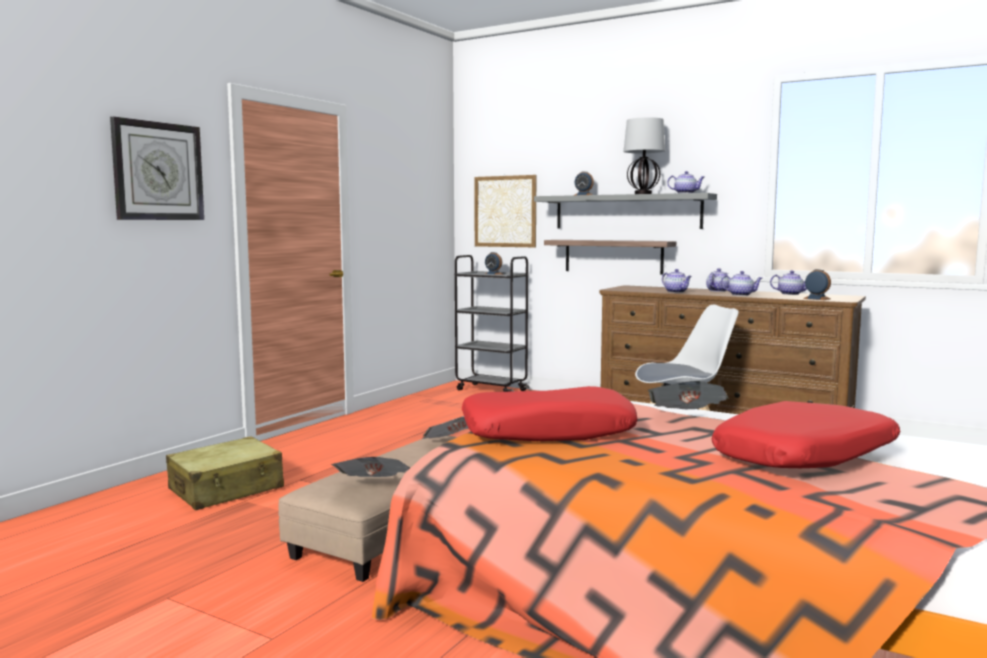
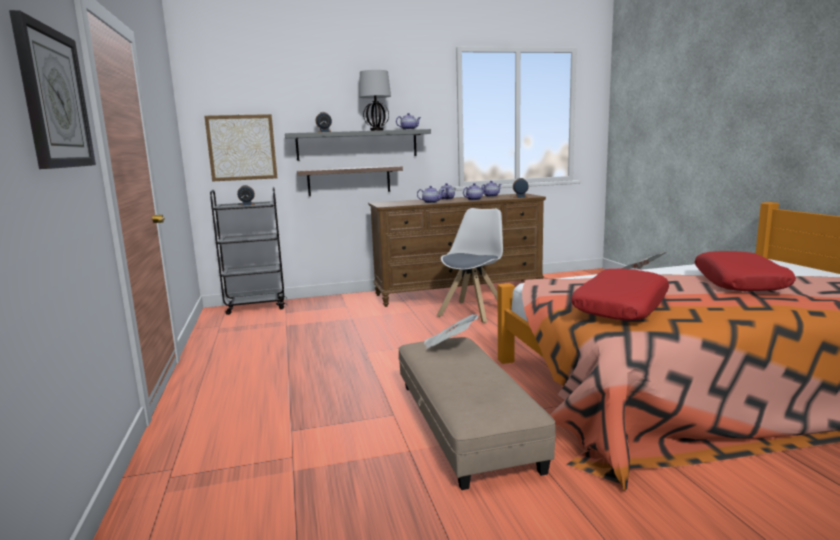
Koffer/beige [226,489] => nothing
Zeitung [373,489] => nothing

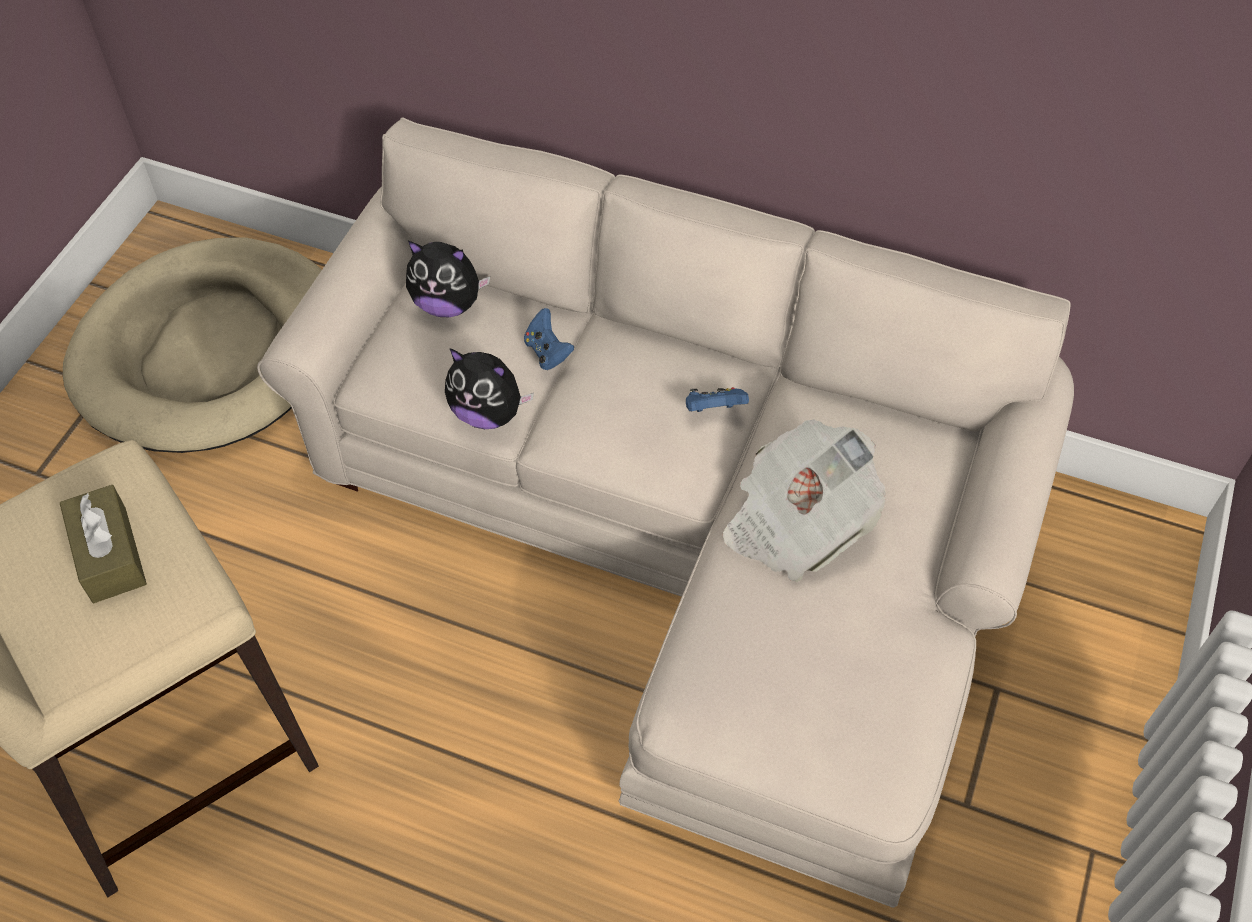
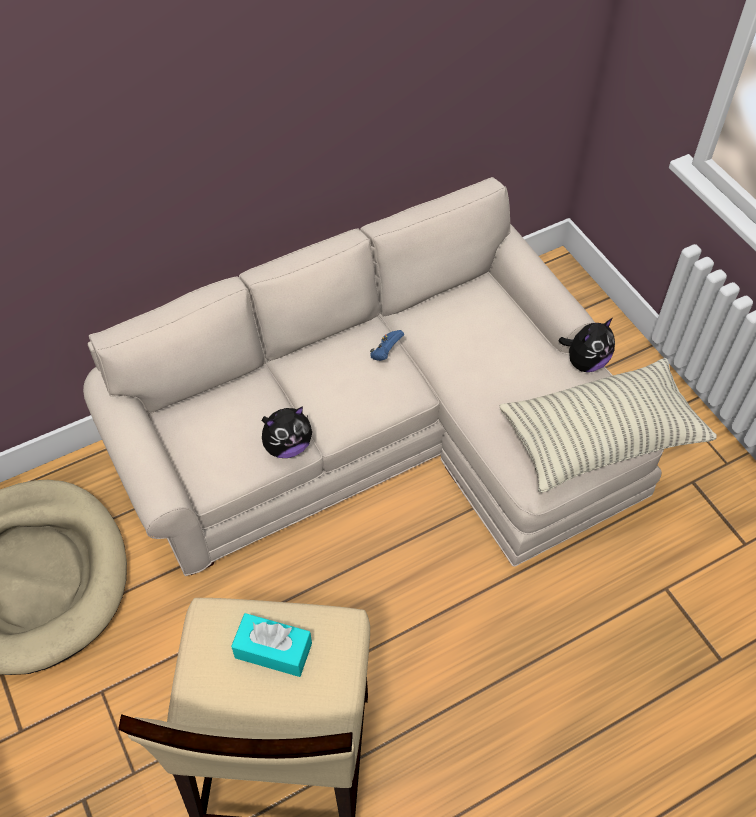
Gamepad/blau [547,352] => nothing
Zeitung [796,522] => nothing
nothing => Kissen [601,438]
Plüschtier [448,304] => Plüschtier [585,362], relocated
Taschentuchbox/braun [109,554] => Taschentuchbox/türkis [273,650]

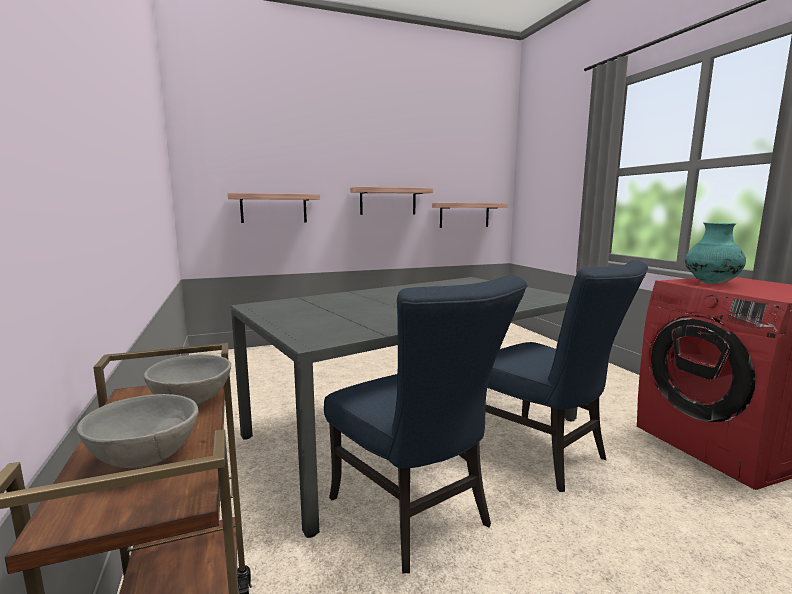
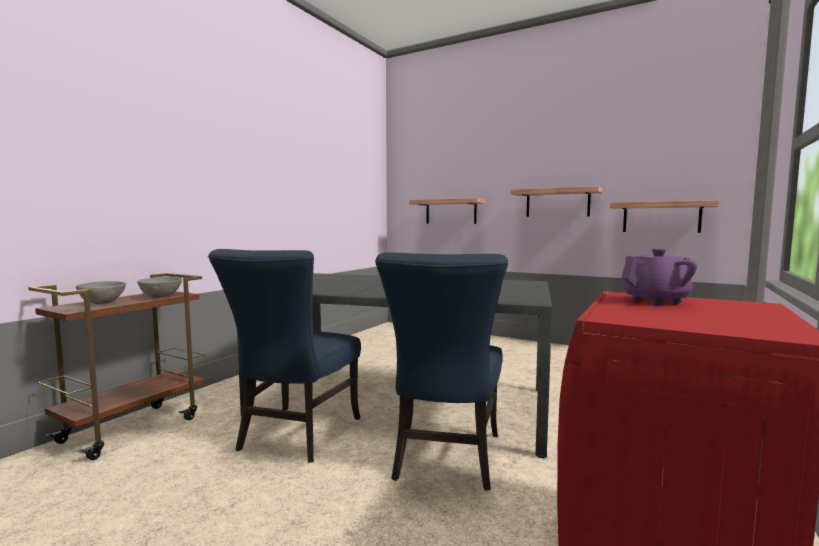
Vase/türkis [711,283] => Teekanne/lila [656,301]

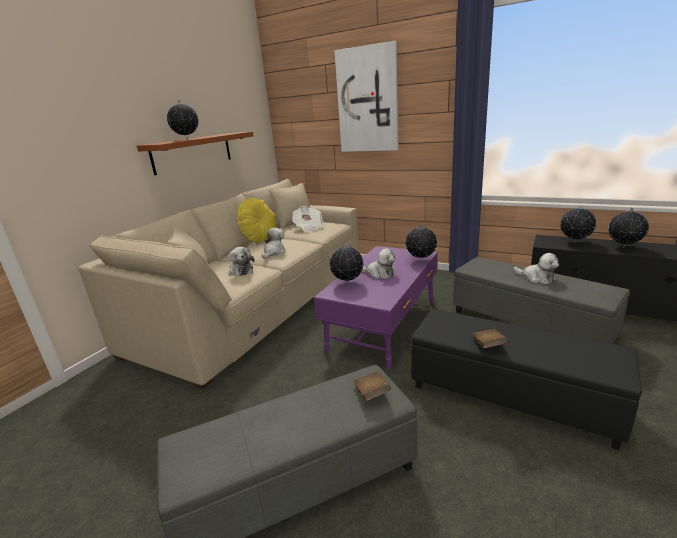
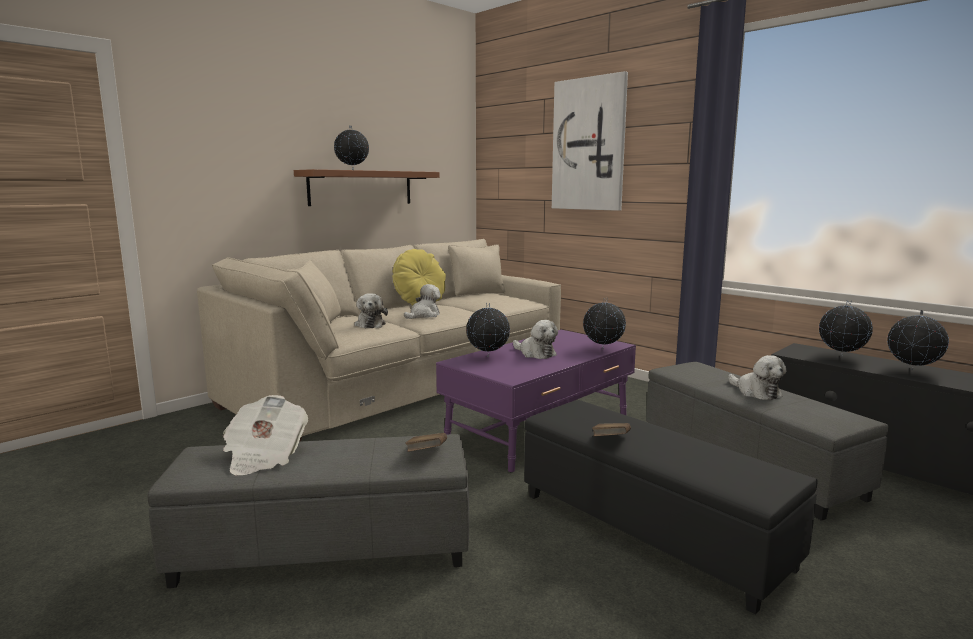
Zeitung [308,227] => Zeitung [264,456], relocated

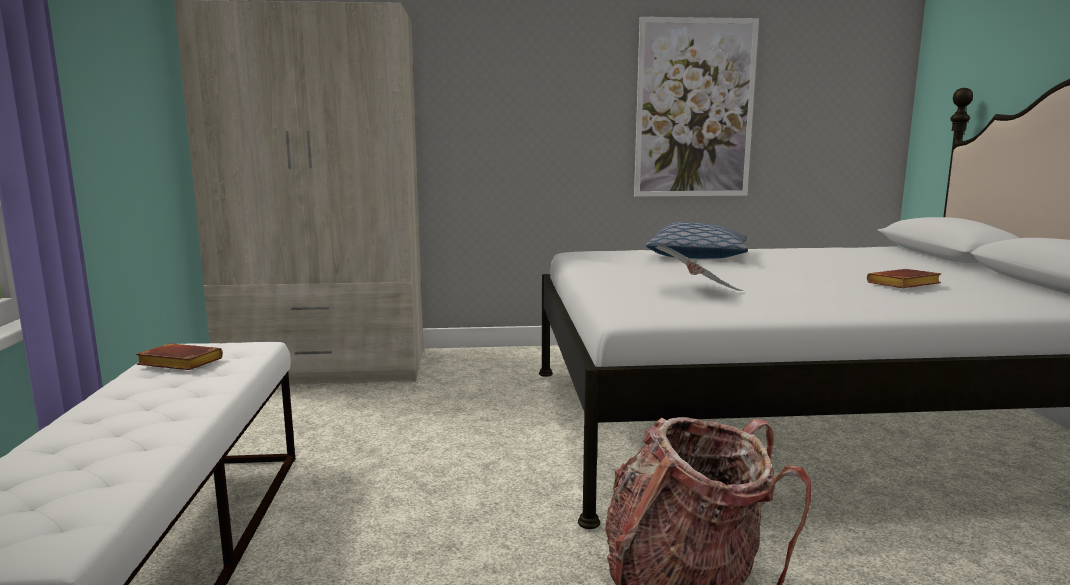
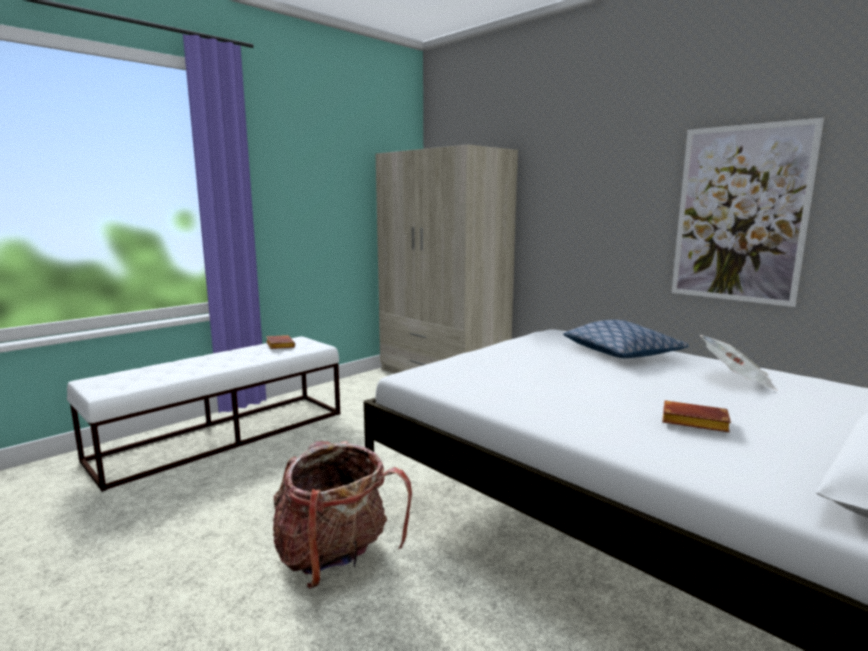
Zeitung [697,291] => Zeitung [736,380], relocated

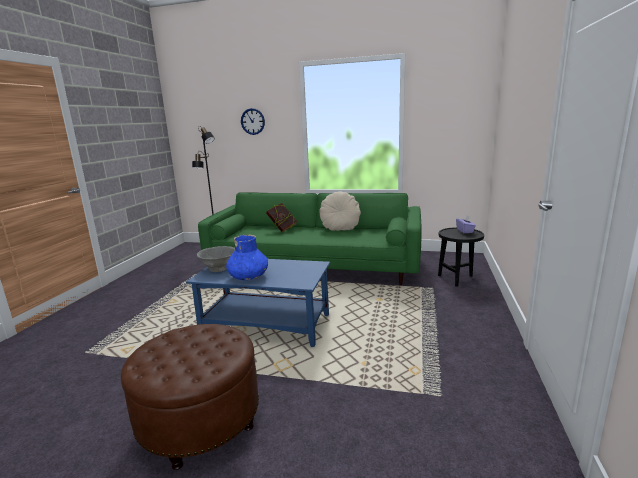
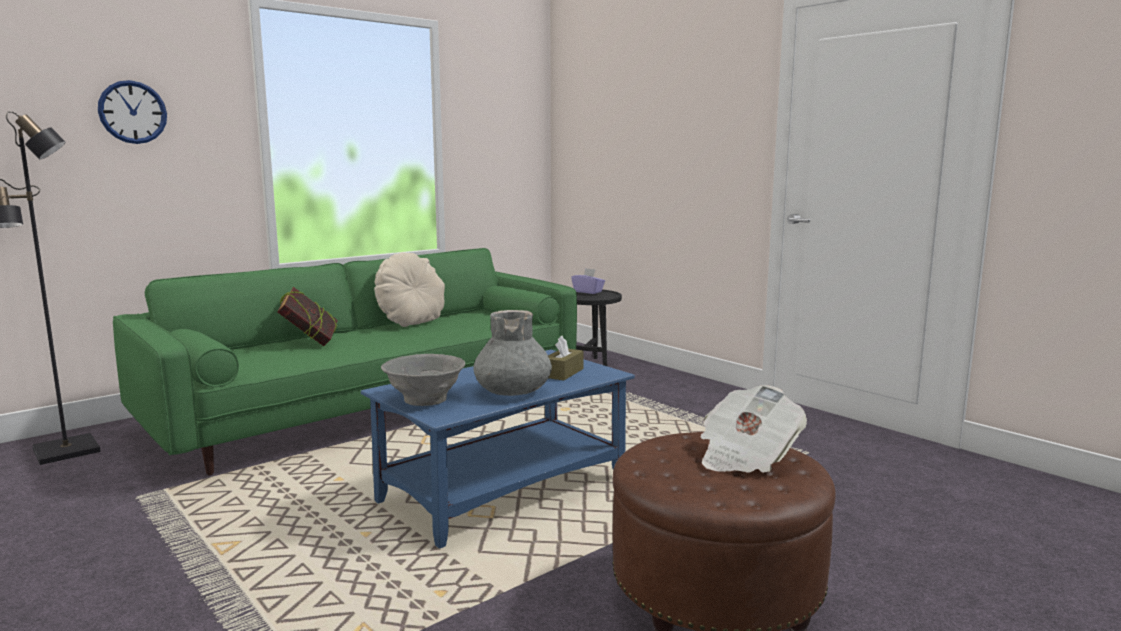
nothing => Taschentuchbox/braun [563,373]
nothing => Zeitung [746,457]
Vase/blau [248,277] => Vase/grau [513,391]

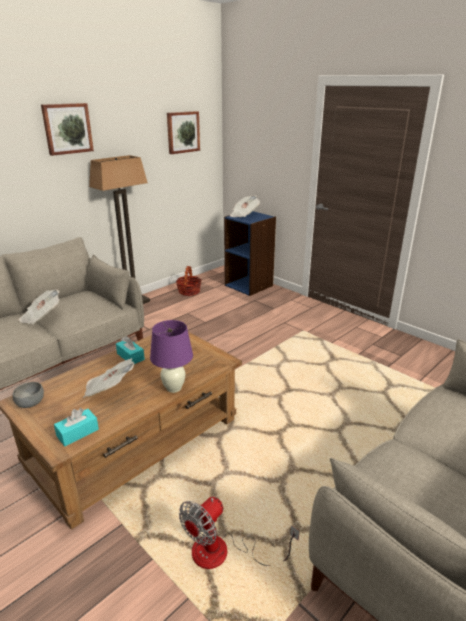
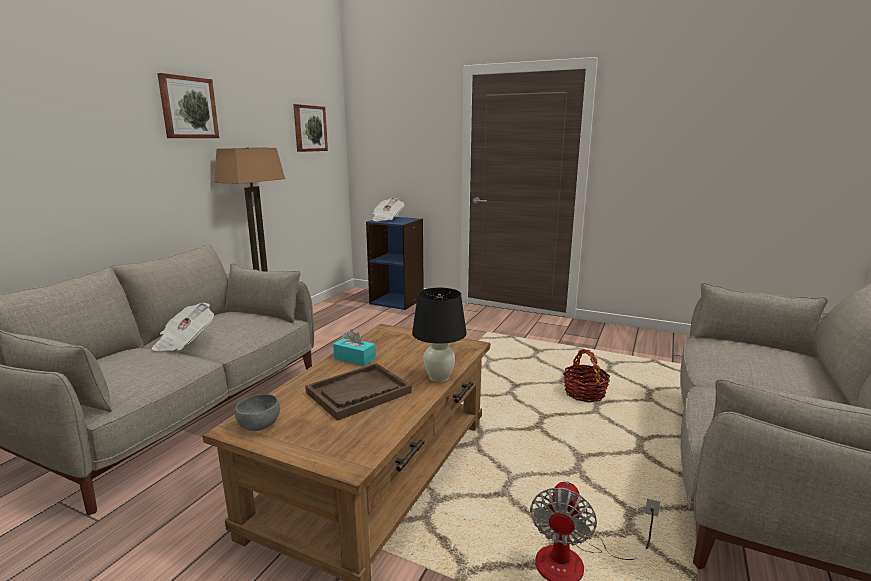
Taschentuchbox/türkis [77,433] => nothing
Korb [189,291] => Korb [584,393], relocated
Zeitung [109,389] => Tablett/braun [358,393]
Tischlampe/lila [173,388] => Tischlampe/schwarz [438,377]

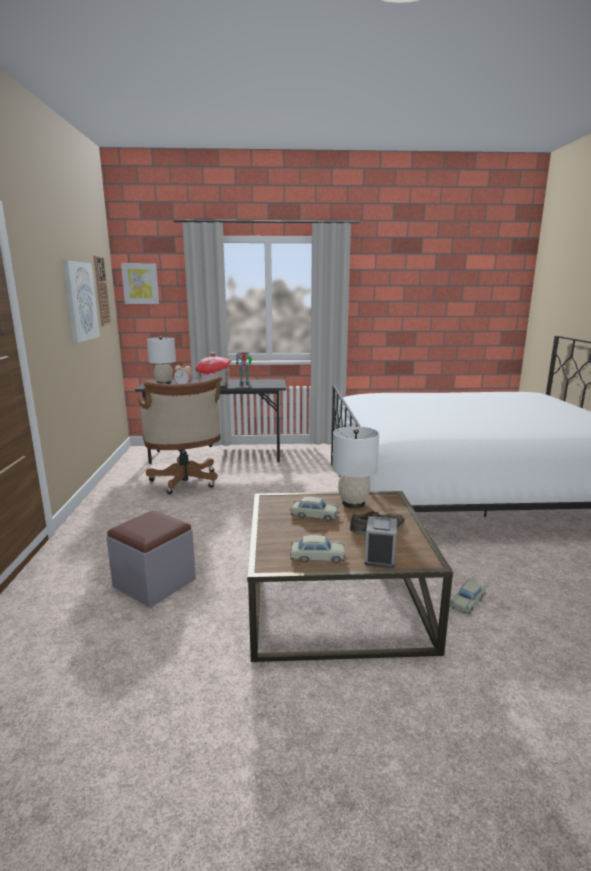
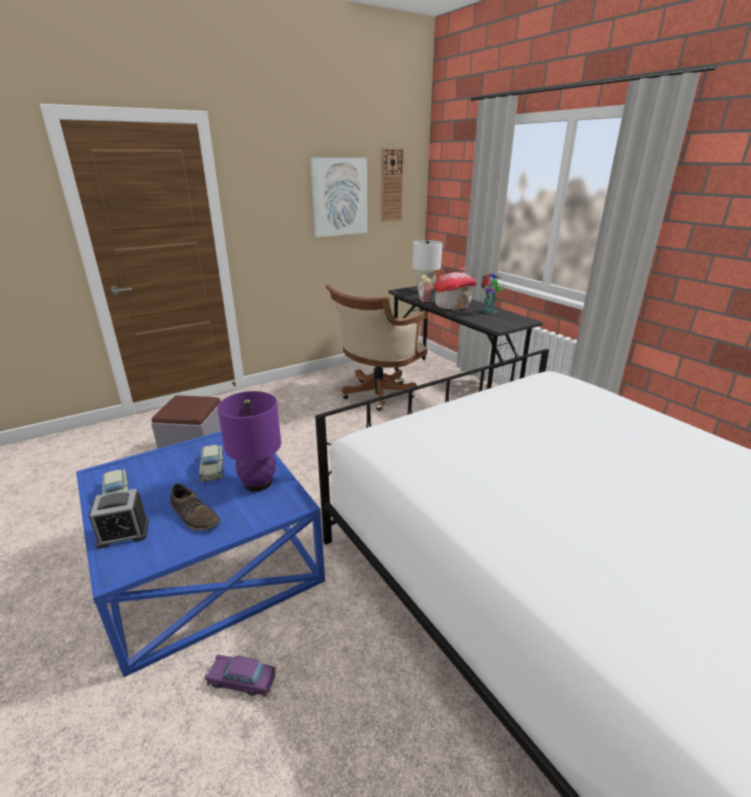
Bild [140,283] => nothing
Couchtisch/braun [335,600] => Couchtisch/blau [206,558]
Tischlampe/weiß [353,503] => Tischlampe/lila [258,483]
Spielzeugauto/beige [467,602] => Spielzeugauto/lila [242,680]

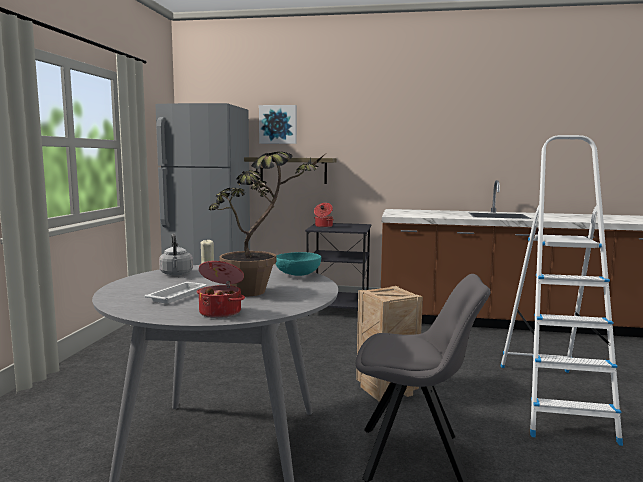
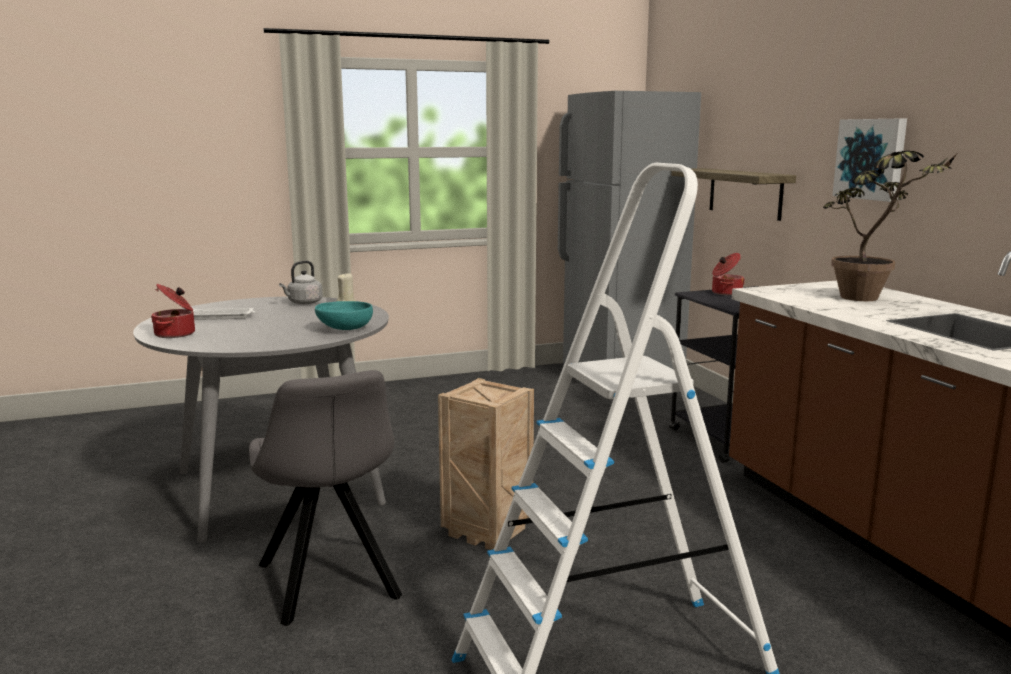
Topfpflanze [261,291] => Topfpflanze [871,300], relocated
Bild [278,124] => Bild [871,159], relocated

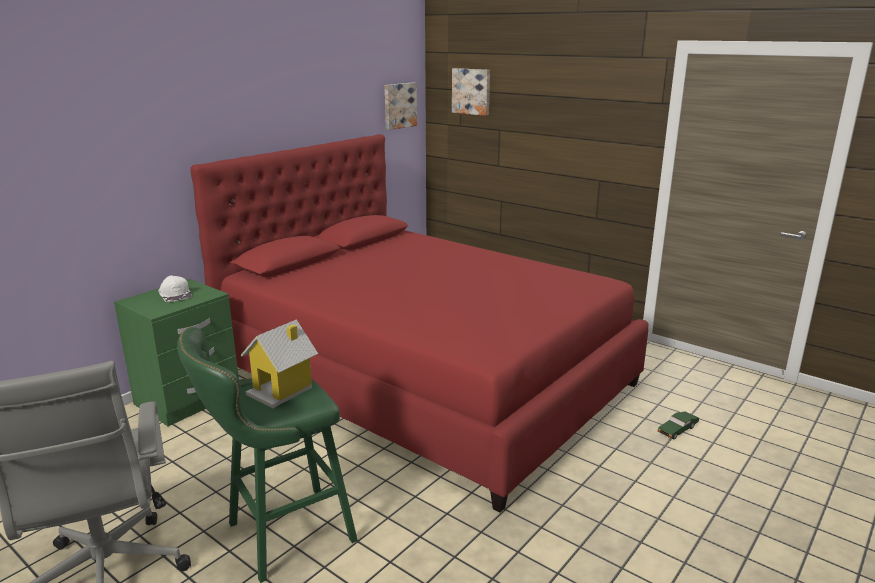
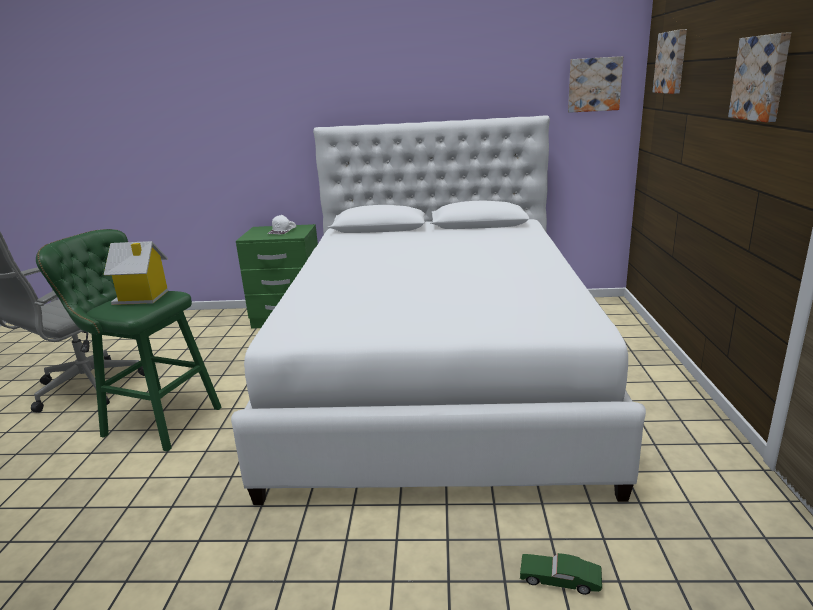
nothing => Bild [762,78]
Bett/rot [423,376] => Bett/weiß [437,373]

